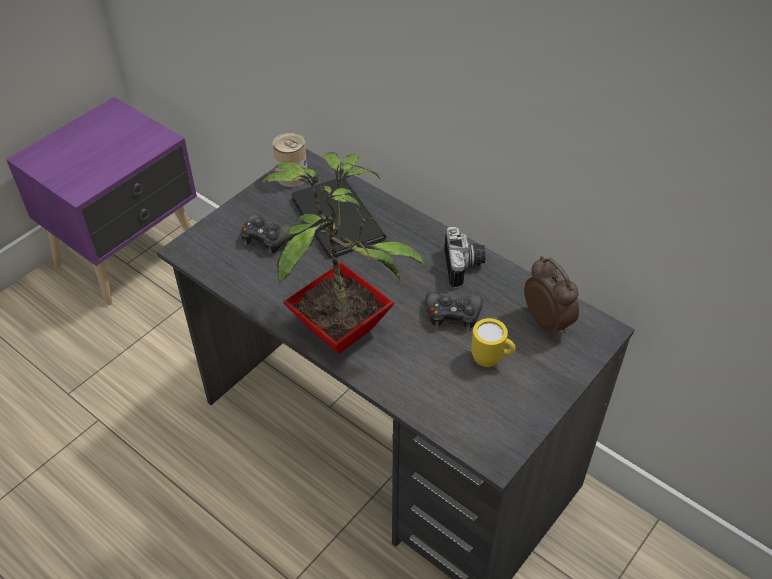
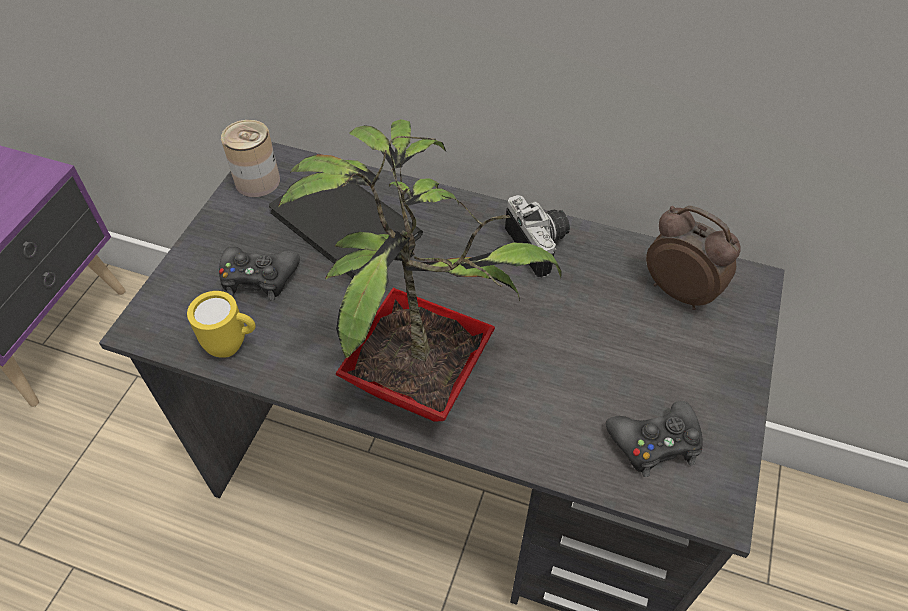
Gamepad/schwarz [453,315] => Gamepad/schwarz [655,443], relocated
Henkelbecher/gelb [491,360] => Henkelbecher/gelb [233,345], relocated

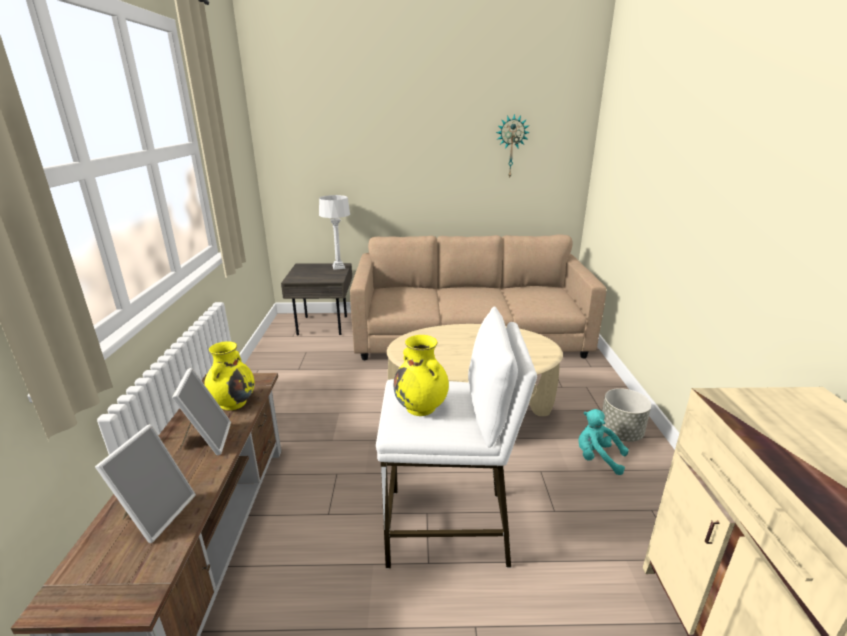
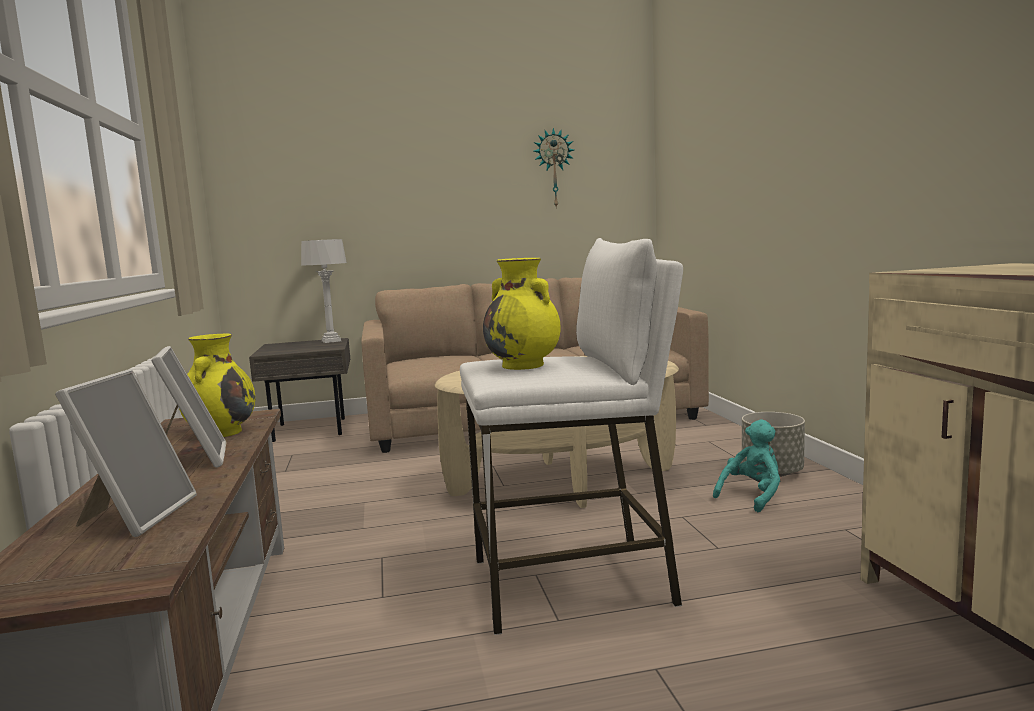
Plüschtier/türkis [597,458] => Plüschtier/türkis [752,496], 120 degrees clockwise

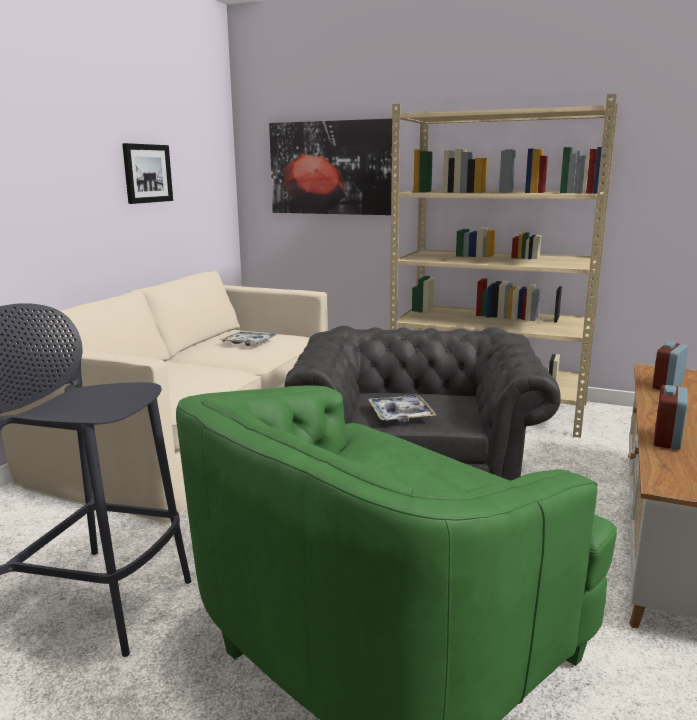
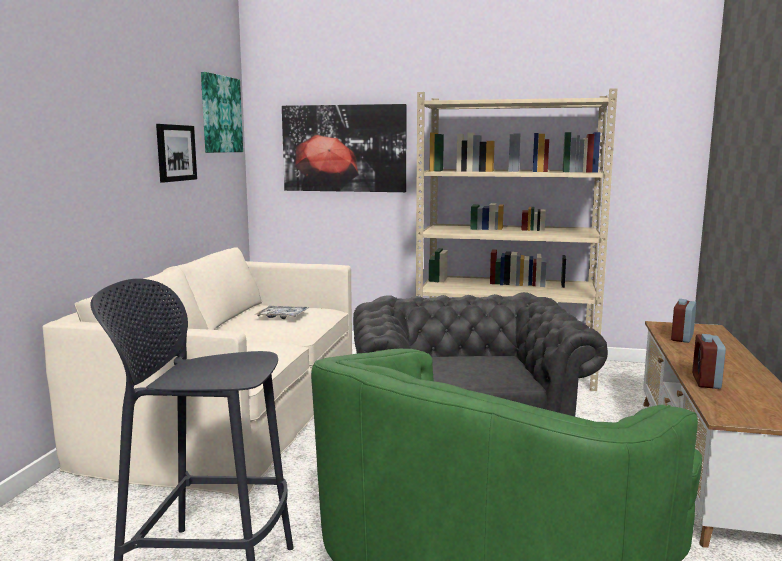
Tablett [401,415] => nothing
nothing => Bild [220,114]

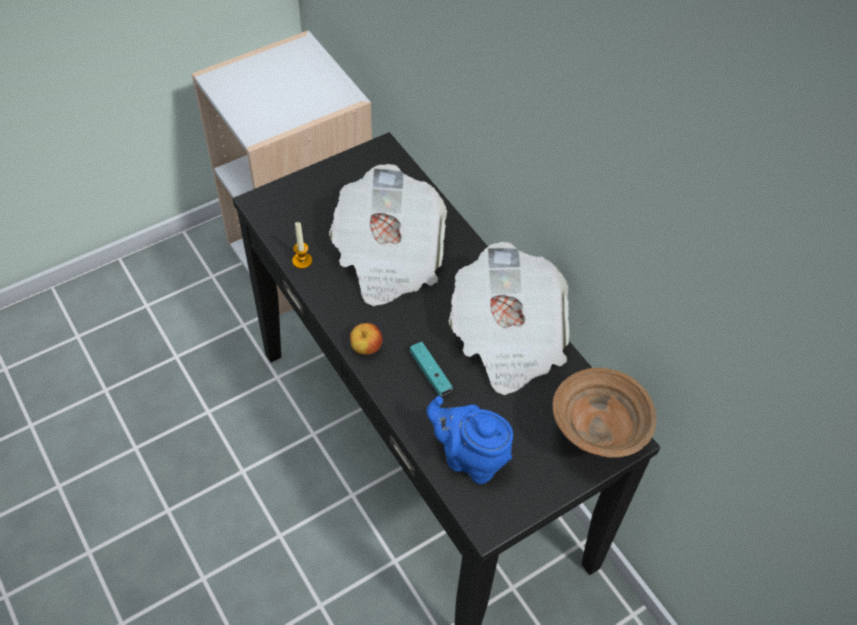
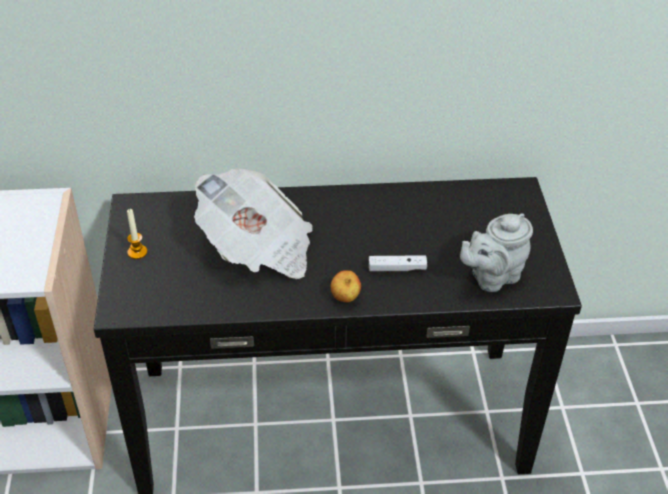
Zeitung [507,339] => nothing
Schüssel/braun [595,441] => nothing
Kerze [302,261] => Kerze [137,252], relocated
Gamepad/türkis [430,373] => Gamepad/weiß [397,268]
Teekanne/blau [470,458] => Teekanne/grau [492,277]

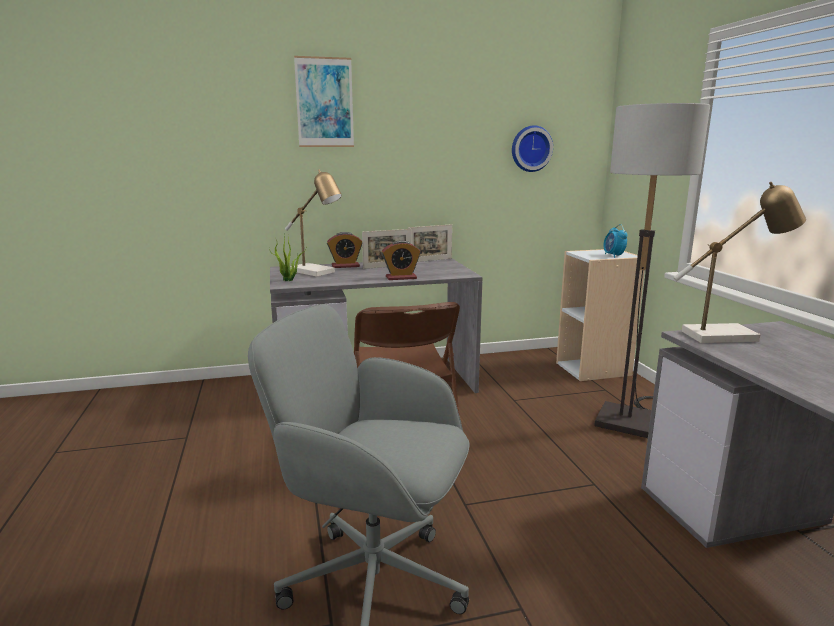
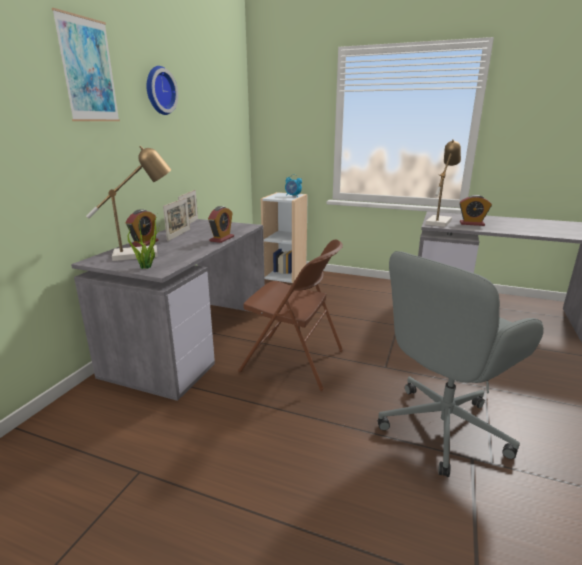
Stehlampe [635,418] => nothing
nothing => Wecker [471,224]
Wanduhr [530,148] => Wanduhr [159,91], relocated

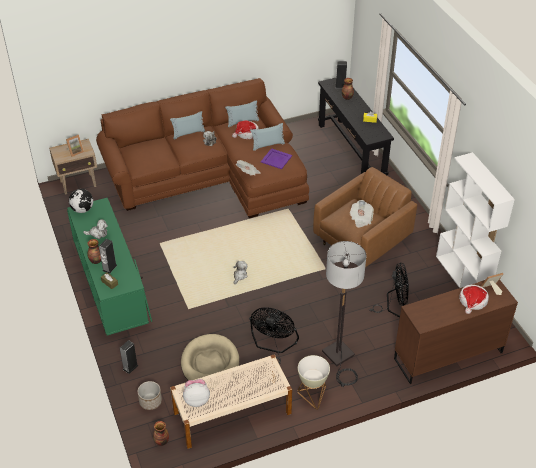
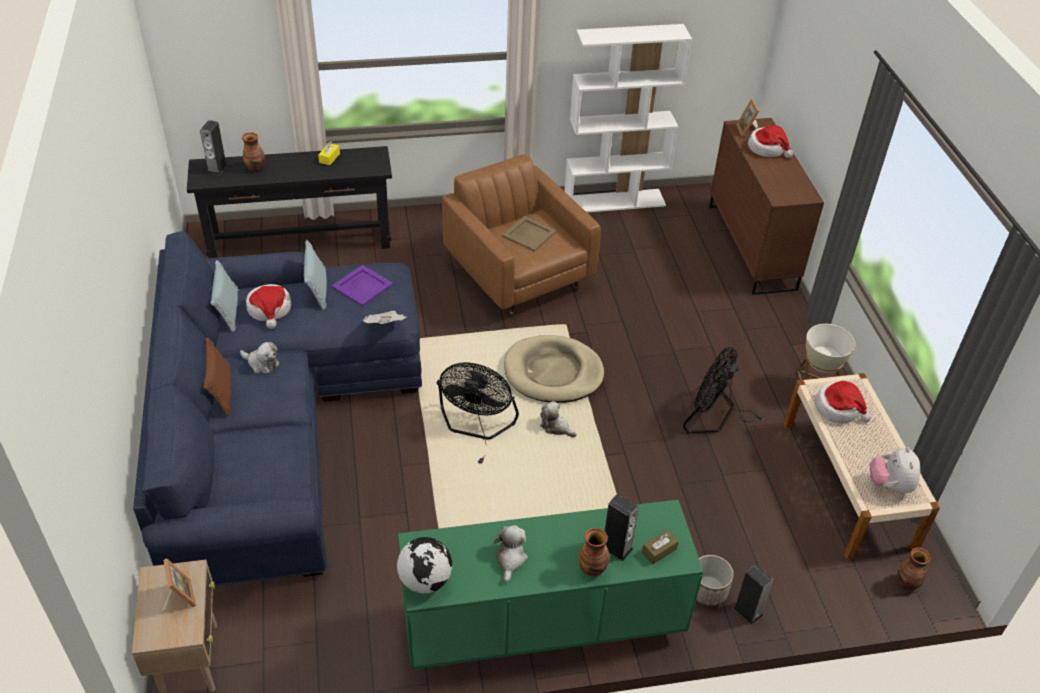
Stehlampe [340,361] => nothing
nothing => Hut [838,408]
Pflanzkübel [150,402] => Pflanzkübel [708,591], relocated
Hundebett/beige [210,364] => Hundebett/beige [553,373], relocated
Ventilator/schwarz [394,304] => Ventilator/schwarz [475,428], relocated
Zeitung [361,219] => Tablett/beige [529,234]
Sofa/braun [211,175] => Sofa/blau [275,424]
Kissen/blau [188,133] => Kissen/braun [221,391]

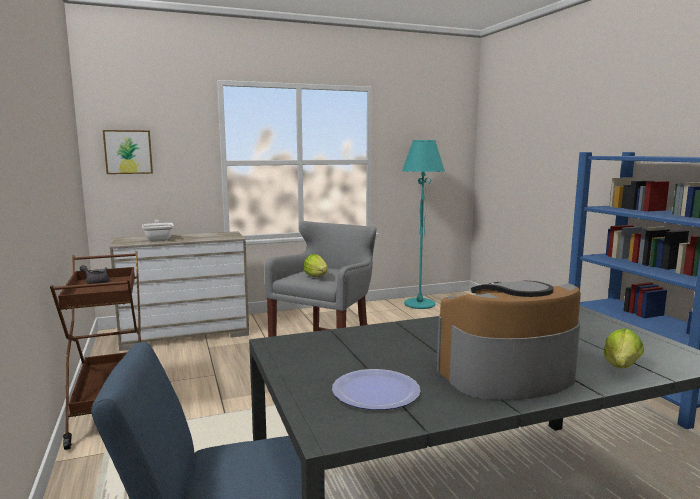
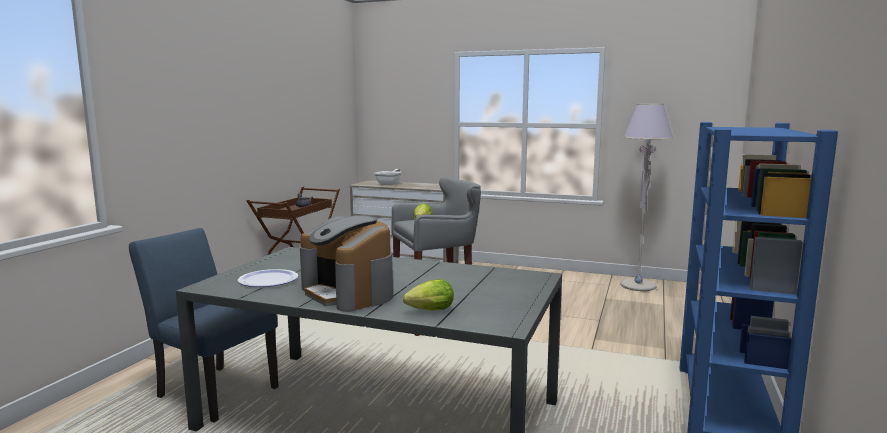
Bild [128,152] => nothing
Stehlampe/türkis [419,304] => Stehlampe/grau [638,286]
Kaffeemaschine [506,375] => Kaffeemaschine [349,293], 150 degrees counterclockwise

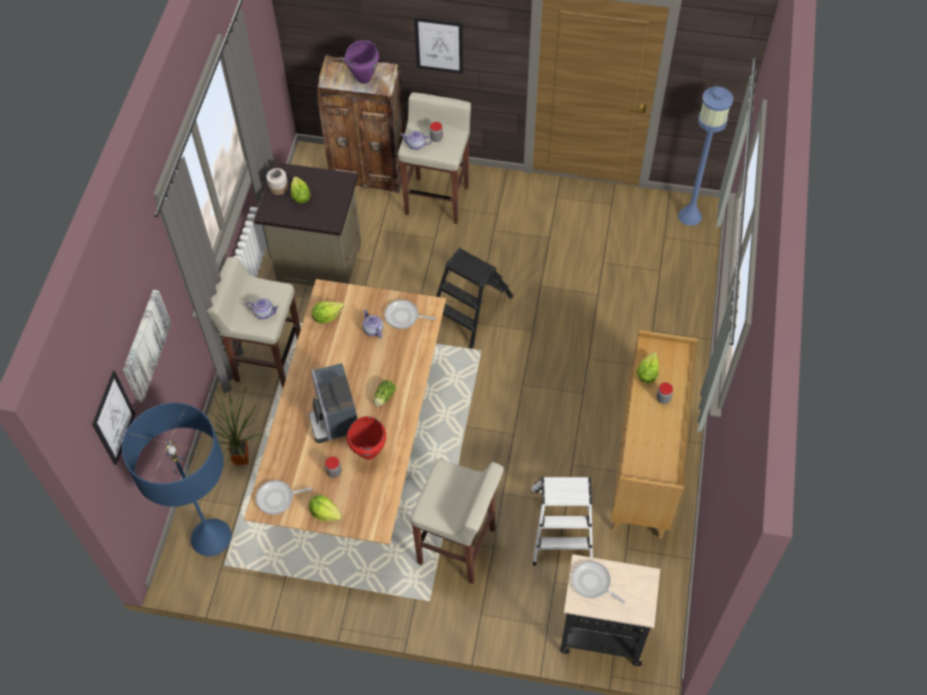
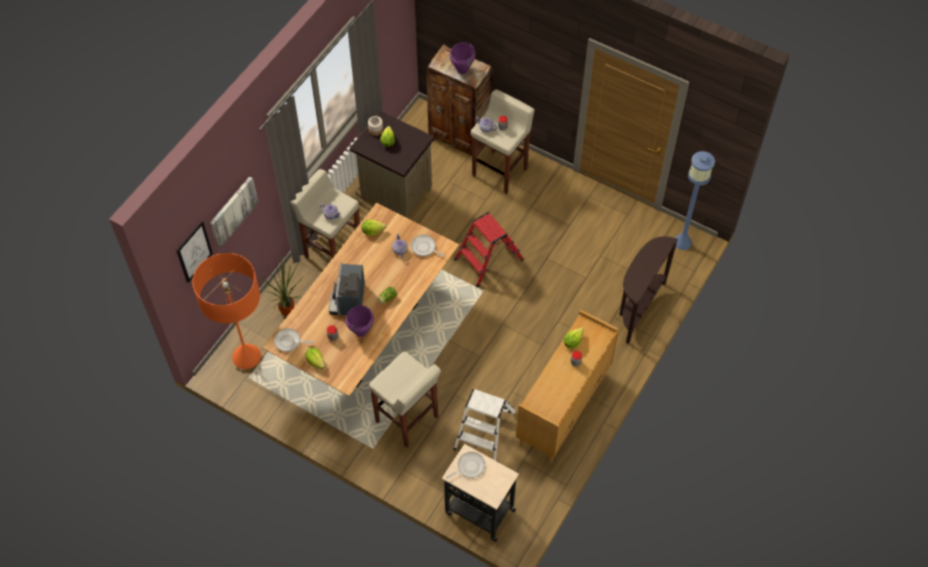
Bild [439,45] => nothing
nothing => Konsolentisch/braun [637,308]
Stehlampe/blau [212,539] => Stehlampe/orange [247,358]
Kochtopf/rot [368,453] => Kochtopf/lila [361,332]
Trittleiter/schwarz [470,309] => Trittleiter/rot [489,259]
Pfanne [593,583] => Pfanne [469,466], 90 degrees clockwise

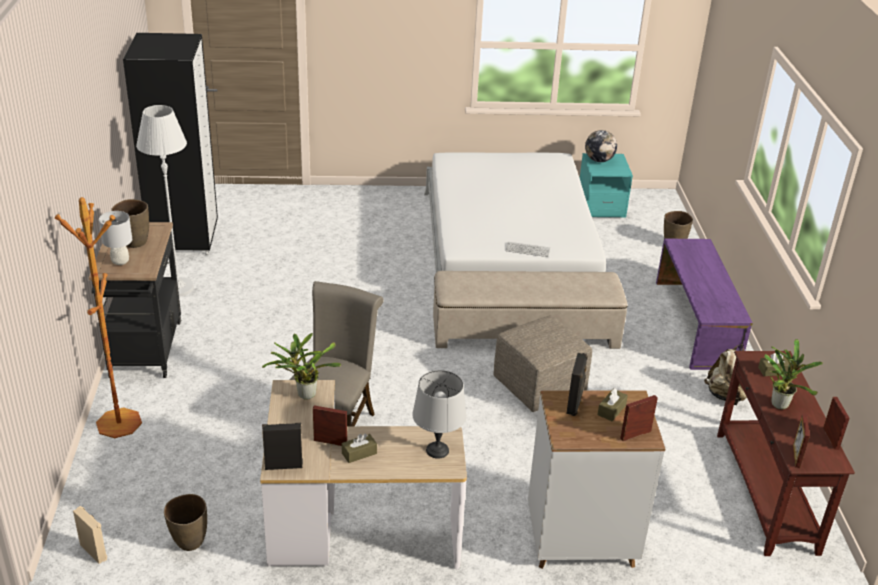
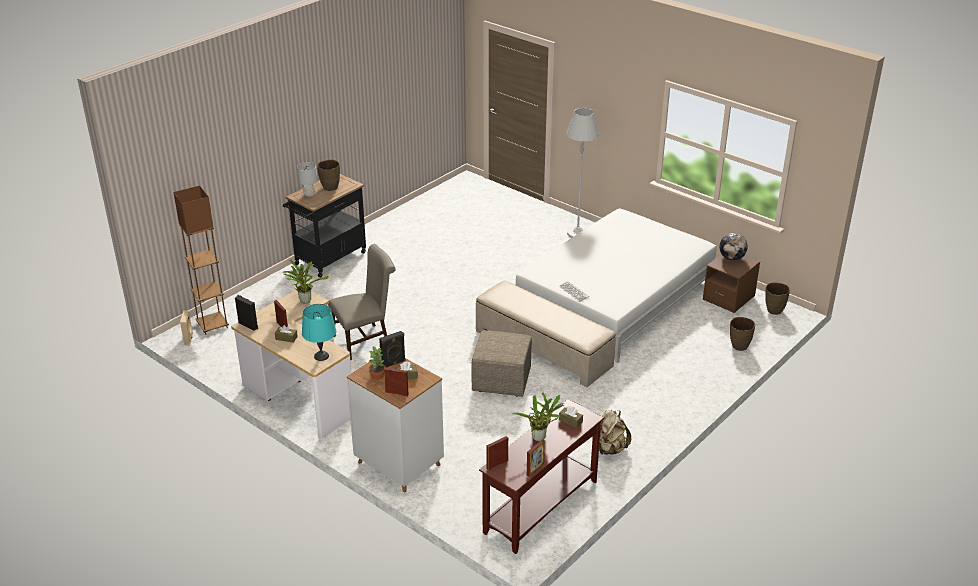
Kleiderständer/orange [119,423] => nothing
Kleiderschrank [183,238] => nothing
Bank/lila [697,324] => nothing
nothing => Stehlampe/braun [212,325]
nothing => Topfpflanze [377,375]
Stehlampe/weiß [178,288] => Stehlampe/weiß [577,233], relocated
Vase/braun [189,542] => Vase/braun [774,311], relocated
Tischlampe/grau [437,450] => Tischlampe/türkis [321,356]
Nachttisch/türkis [601,206] => Nachttisch/braun [728,298]

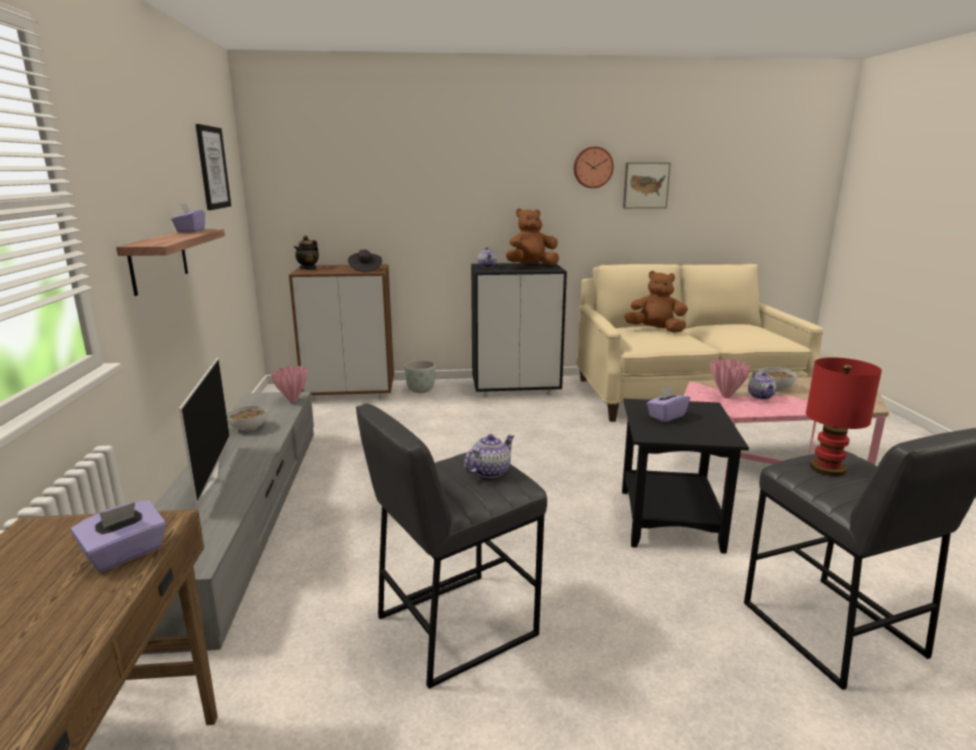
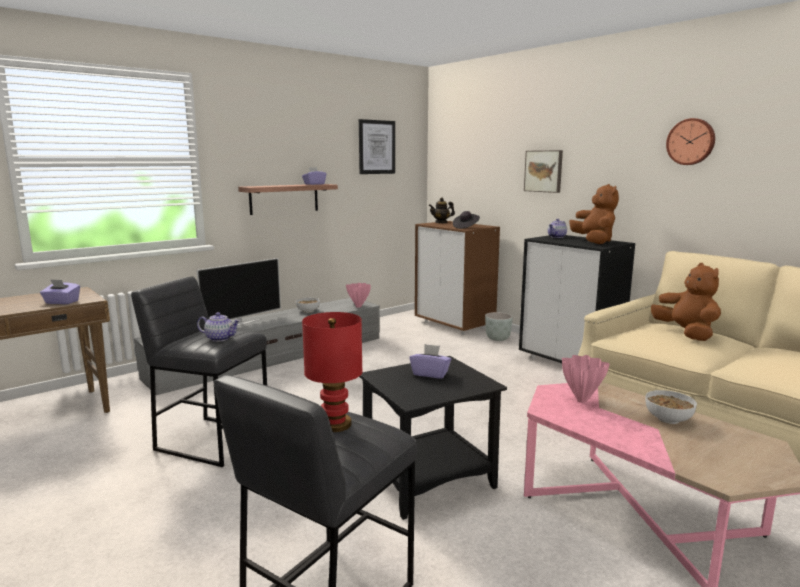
Teekanne [761,396] => nothing
Bild [645,185] => Bild [544,171], relocated
Plüschtier/braun [531,266] => Plüschtier/braun [594,242], 45 degrees clockwise

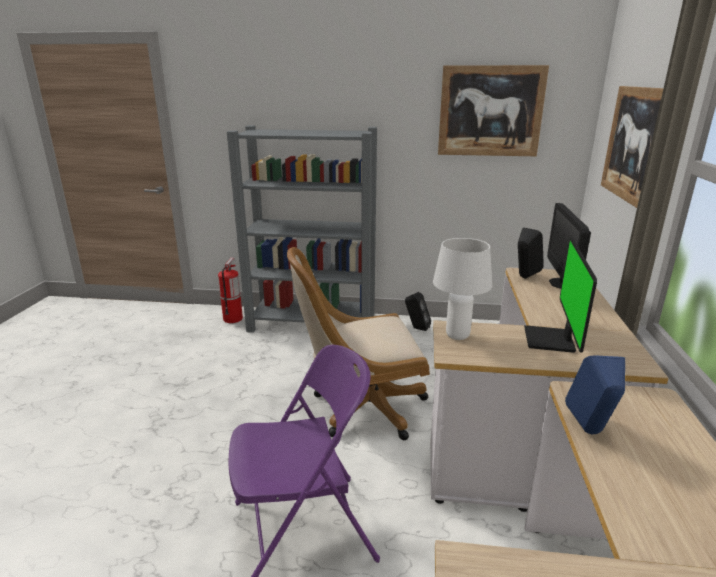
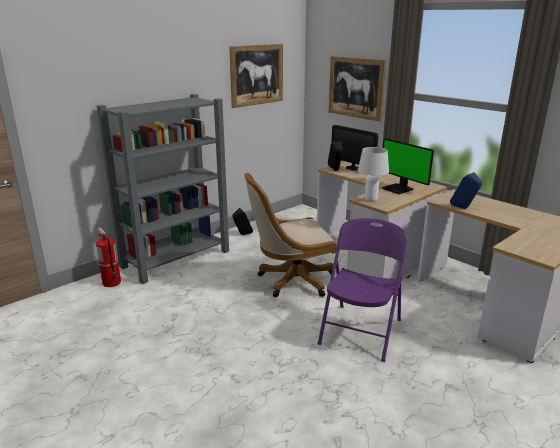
Bürostuhl [361,408] => Bürostuhl [291,281], 45 degrees clockwise

